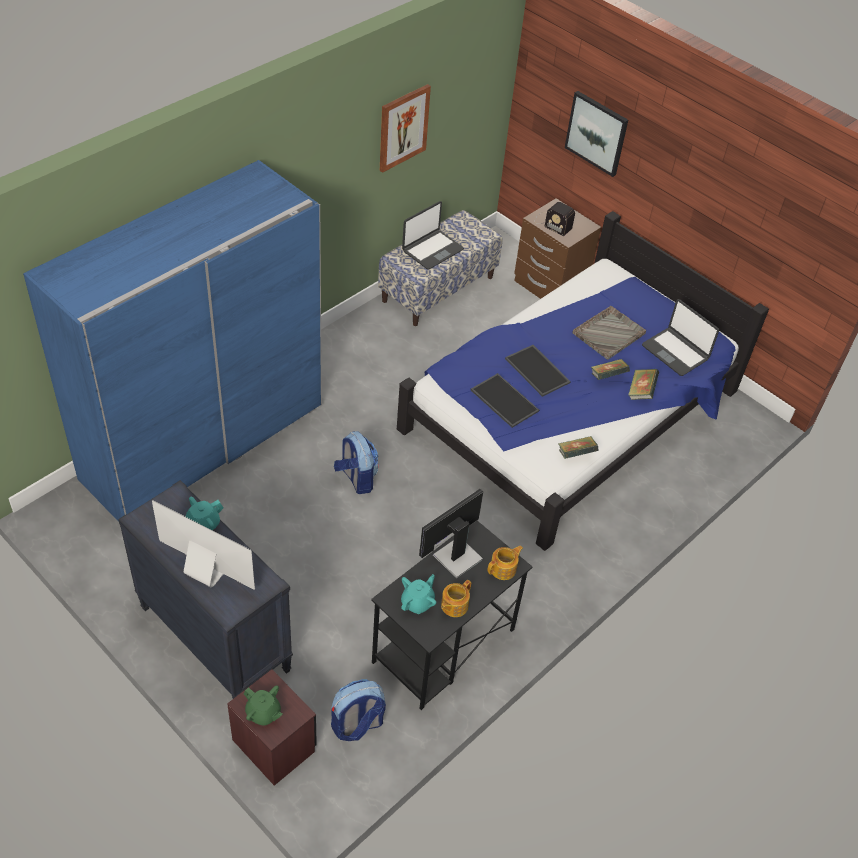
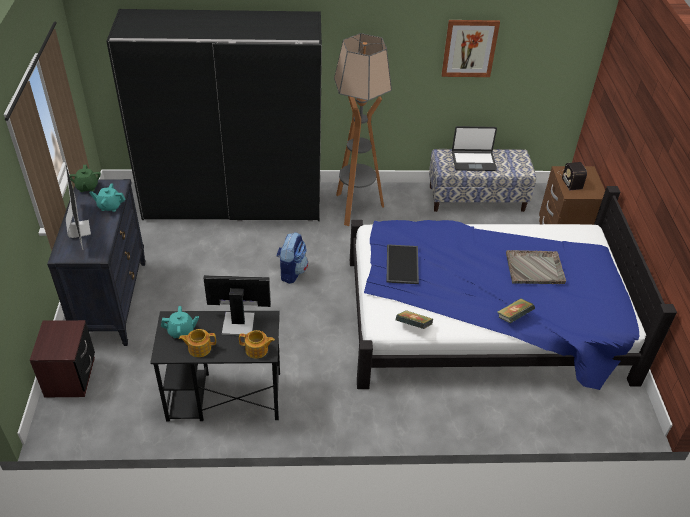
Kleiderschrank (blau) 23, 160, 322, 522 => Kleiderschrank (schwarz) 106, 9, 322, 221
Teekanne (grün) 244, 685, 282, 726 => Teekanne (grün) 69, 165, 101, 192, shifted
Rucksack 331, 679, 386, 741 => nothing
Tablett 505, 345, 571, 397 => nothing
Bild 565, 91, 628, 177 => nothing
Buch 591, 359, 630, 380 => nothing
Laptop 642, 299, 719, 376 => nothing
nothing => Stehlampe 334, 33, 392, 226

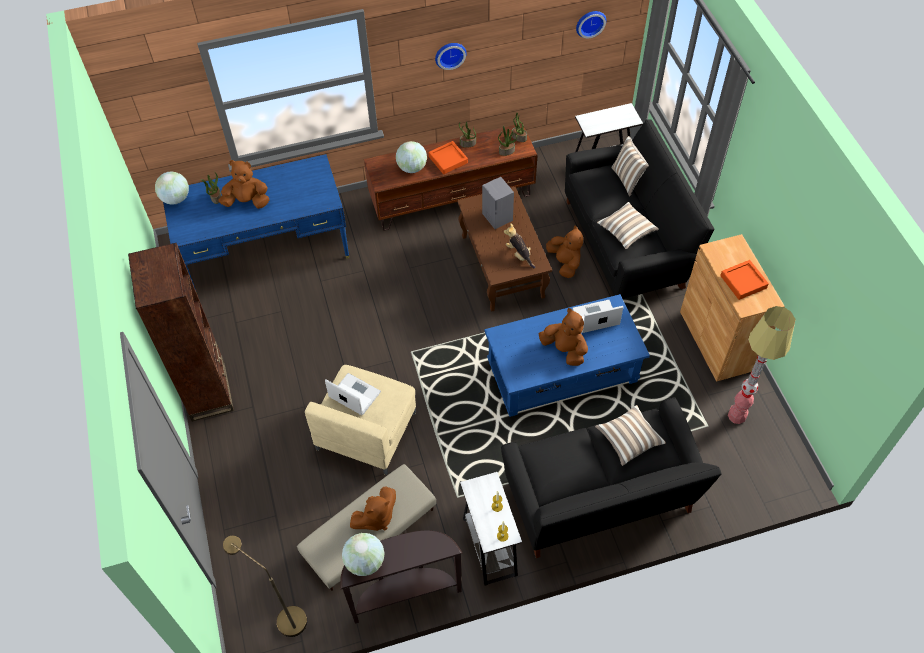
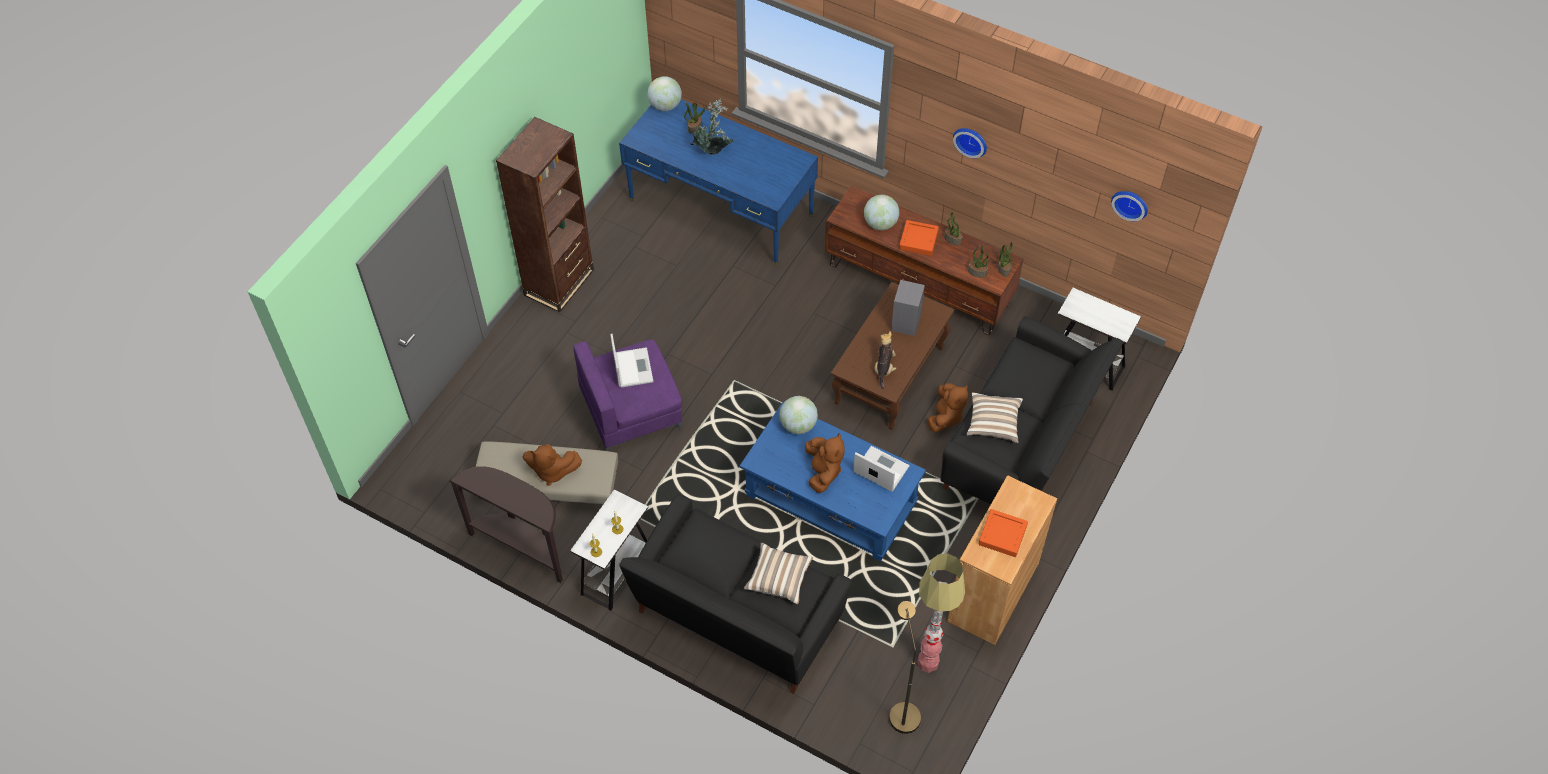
Plüschtier (braun) 218, 160, 269, 209 => Topfpflanze 691, 98, 734, 155
Stehlampe (braun) 223, 535, 307, 637 => Stehlampe (braun) 889, 601, 921, 734, shifted
Sessel (beige) 305, 365, 416, 475 => Sessel (lila) 573, 339, 682, 451
Globus 342, 533, 384, 576 => Globus 779, 396, 818, 434, shifted
Kissen 611, 136, 649, 197 => nothing

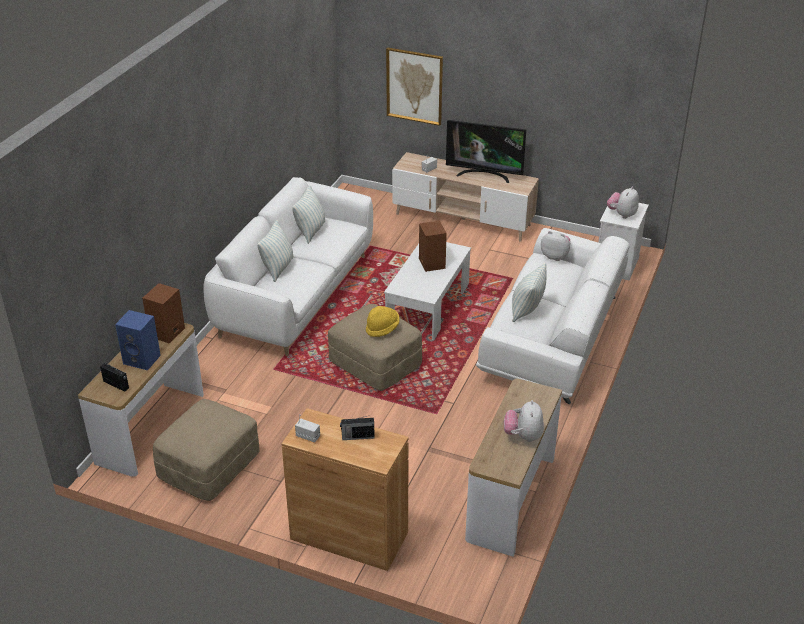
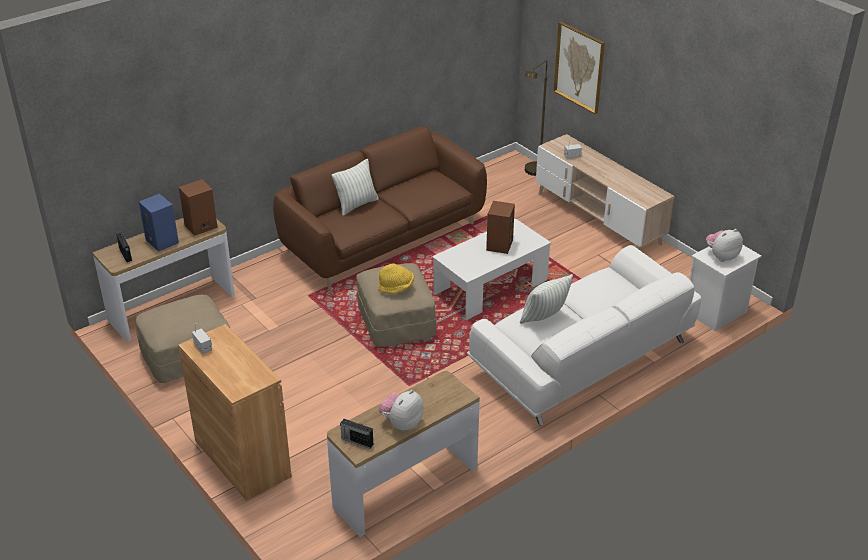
Sofa (weiß) 203, 177, 373, 356 => Sofa (braun) 273, 126, 487, 288
Kissen 292, 185, 325, 244 => nothing
Radio 340, 416, 375, 440 => Radio 340, 419, 373, 449, shifted
Fernseher 446, 120, 526, 183 => nothing
Plüschtier 541, 231, 571, 261 => nothing
nothing => Stehlampe (braun) 525, 60, 547, 176

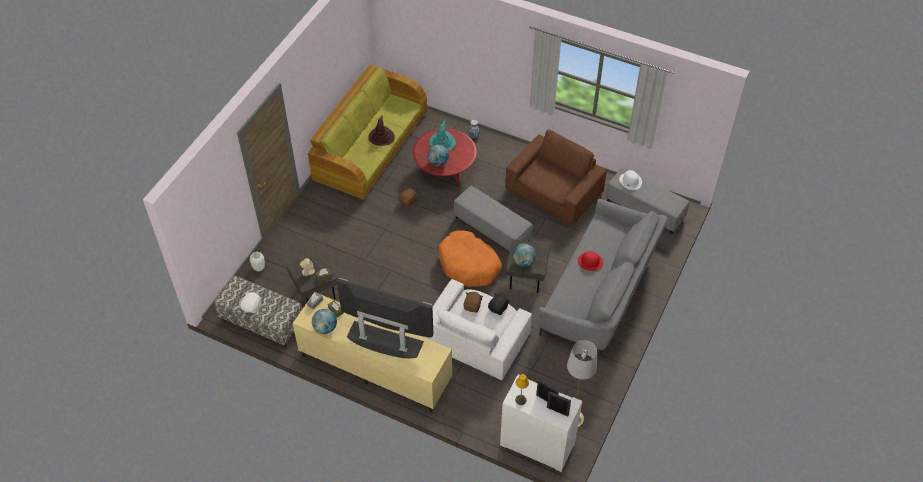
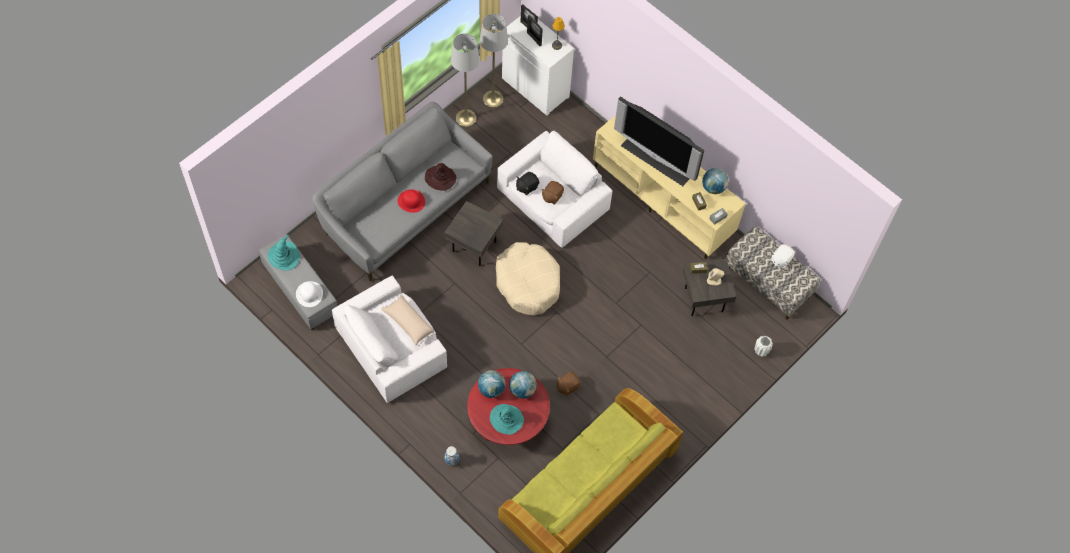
Hut (braun) 368, 116, 395, 146 => Hut (braun) 425, 163, 456, 191, shifted
Hundebett (orange) 439, 230, 502, 287 => Hundebett (beige) 496, 242, 560, 316
Polsterhocker (grau) 454, 185, 533, 251 => nothing
Sessel (braun) 505, 129, 607, 225 => Sessel (weiß) 332, 276, 447, 403
Globus 512, 243, 536, 267 => Globus 478, 370, 506, 398, shifted
nothing => Hut (türkis) 267, 234, 300, 271
nothing => Kissen (beige) 381, 294, 436, 346
nothing => Stehlampe (grau) 451, 34, 480, 127

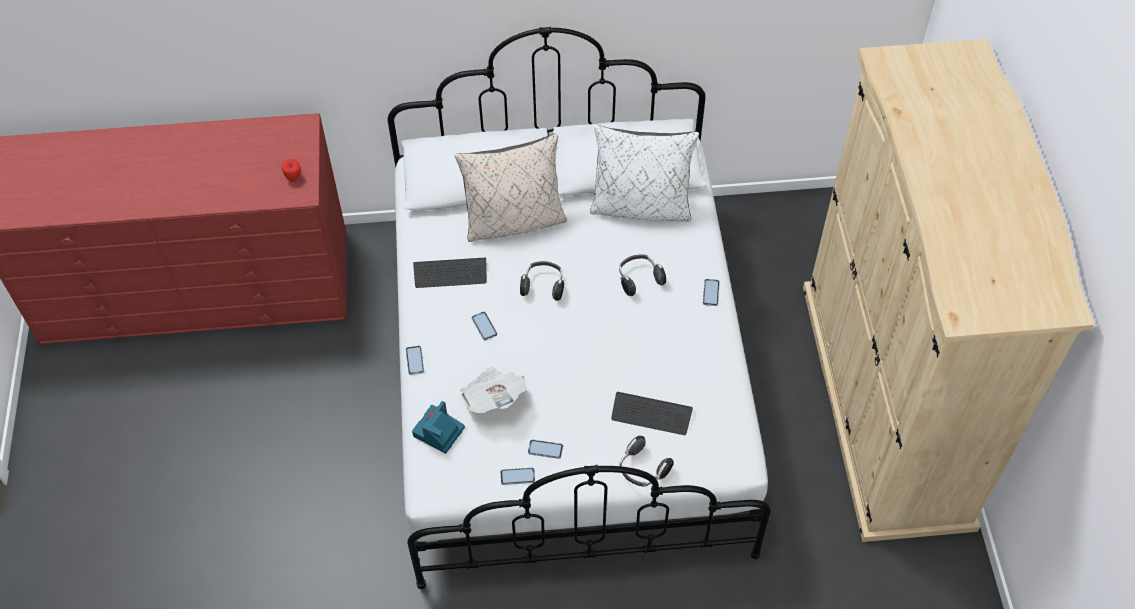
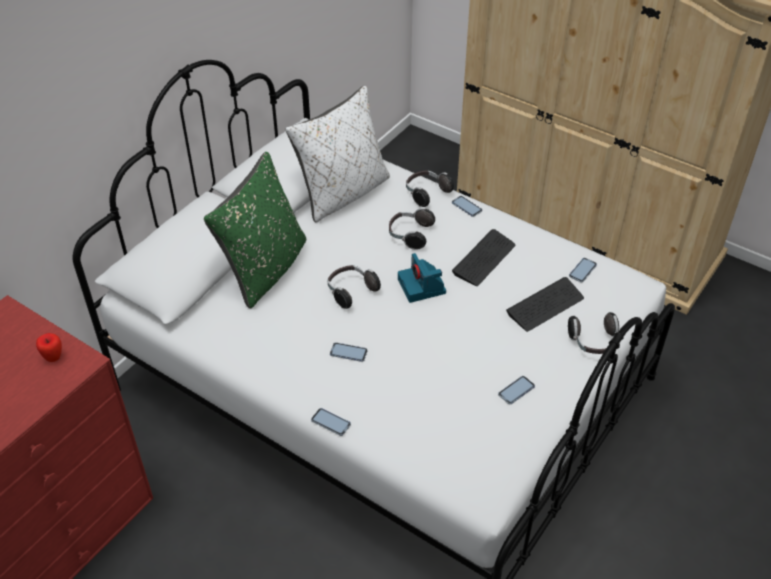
Kamera 412, 401, 465, 454 => Kamera 398, 253, 446, 303, shifted
Tastatur 413, 258, 487, 288 => Tastatur 452, 229, 515, 286, shifted
Kissen (beige) 454, 134, 567, 242 => Kissen (grün) 204, 152, 306, 308
Zeitung 460, 367, 527, 413 => nothing
Handy 500, 468, 535, 485 => Handy 569, 258, 597, 282, shifted
nothing => Kopfhörer 406, 170, 454, 207

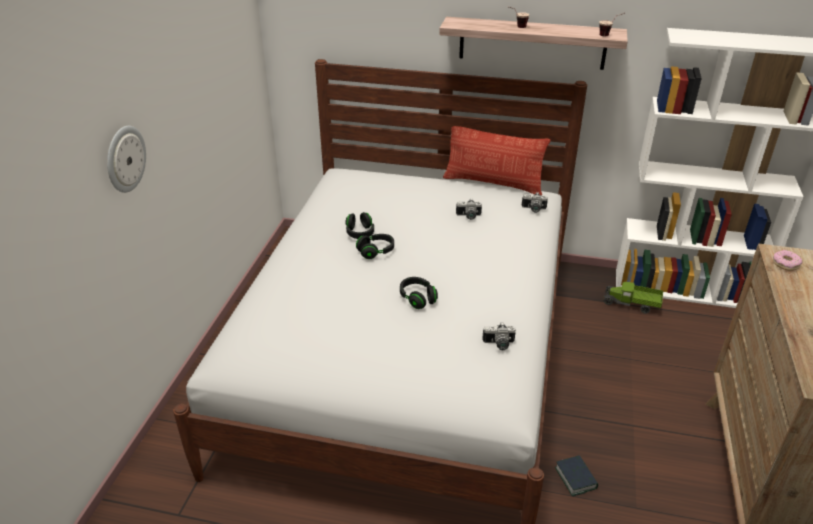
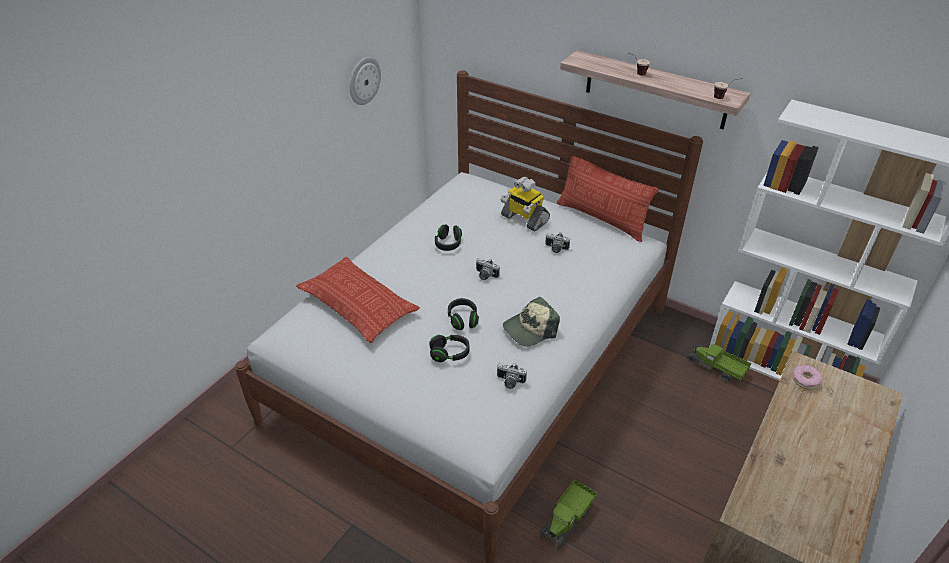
Wanduhr 107, 126, 146, 193 => Wanduhr 350, 57, 381, 105, shifted
Kopfhörer (schwarz) 356, 234, 394, 259 => Kopfhörer (schwarz) 429, 335, 469, 362, shifted
Kamera 522, 192, 548, 213 => Kamera 476, 258, 500, 280, shifted
Buch 555, 455, 598, 496 => Spielzeuglaster 539, 479, 597, 549
nothing => Kissen 296, 257, 420, 343
nothing => Spielzeugroboter 500, 177, 550, 231
nothing => Kappe 503, 297, 560, 346

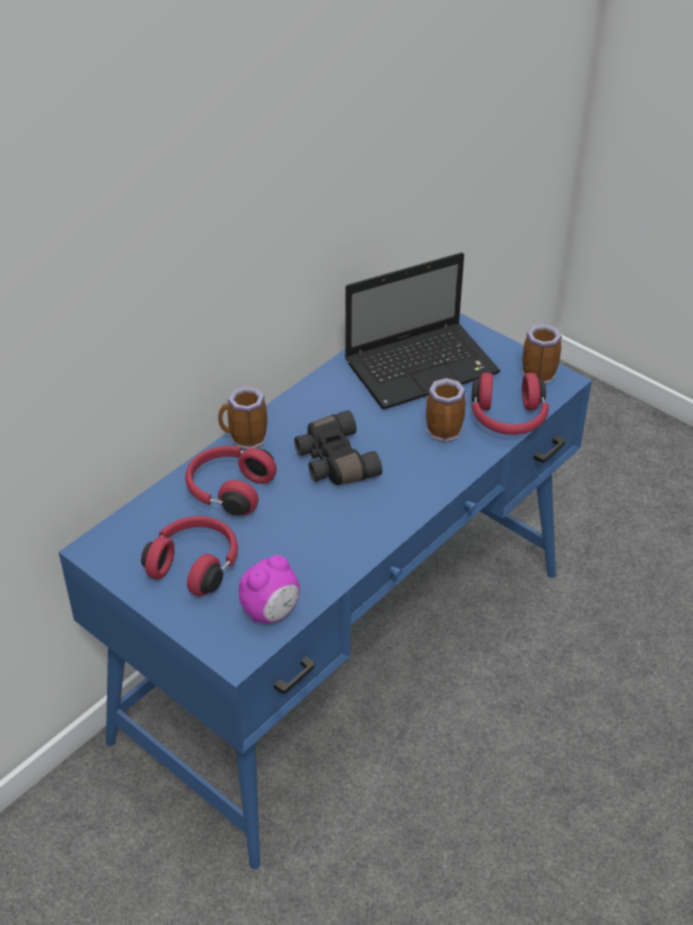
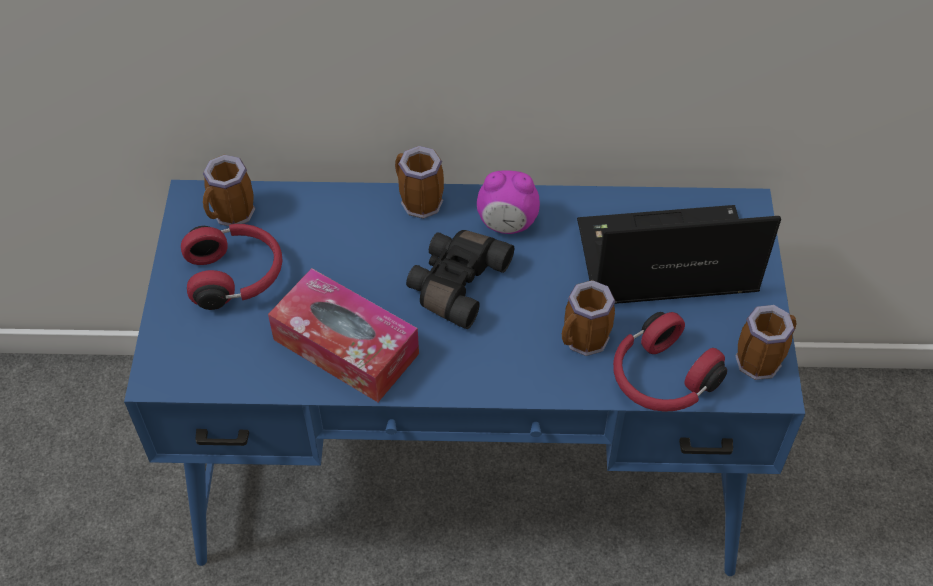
Kopfhörer (rot) 185, 446, 277, 516 => nothing
Wecker 239, 555, 300, 623 => Wecker 477, 171, 540, 234, shifted
Laptop 345, 252, 500, 409 => Laptop 577, 205, 781, 304, 150 degrees clockwise
nothing => Henkelbecher 203, 155, 255, 226
nothing => Taschentuchbox 268, 268, 419, 402

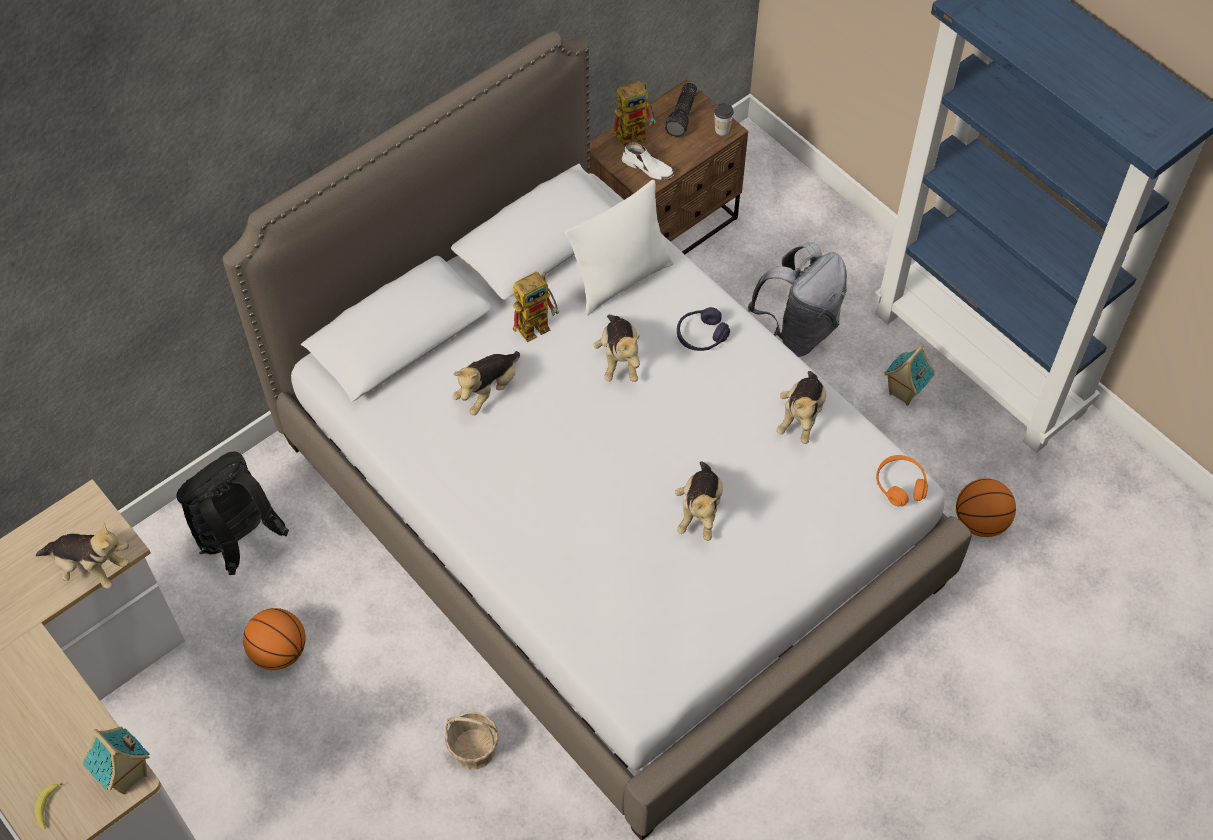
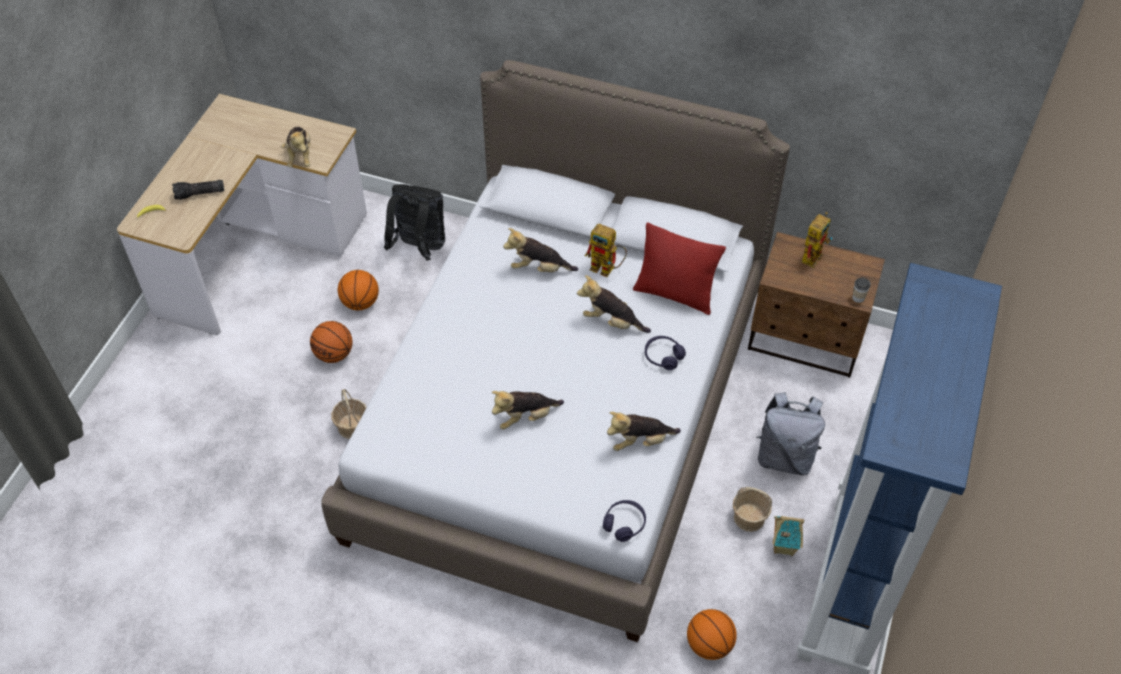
Spielzeughaus 82, 727, 150, 795 => nothing
Kissen (weiß) 565, 180, 673, 315 => Kissen (rot) 633, 222, 726, 315
Plüschtier 593, 315, 640, 382 => Plüschtier 577, 275, 651, 333, 60 degrees clockwise
Spielzeugroboter 613, 81, 656, 148 => Spielzeugroboter 802, 212, 833, 268, 90 degrees counterclockwise
Schuh (weiß) 622, 142, 674, 180 => nothing
Taschenlampe 665, 83, 697, 137 => Taschenlampe 172, 180, 224, 200, shifted
Kopfhörer (orange) 876, 455, 928, 507 => Kopfhörer (lila) 603, 500, 646, 542
nothing => Basketball 310, 321, 353, 363
nothing => Korb 733, 487, 772, 532

